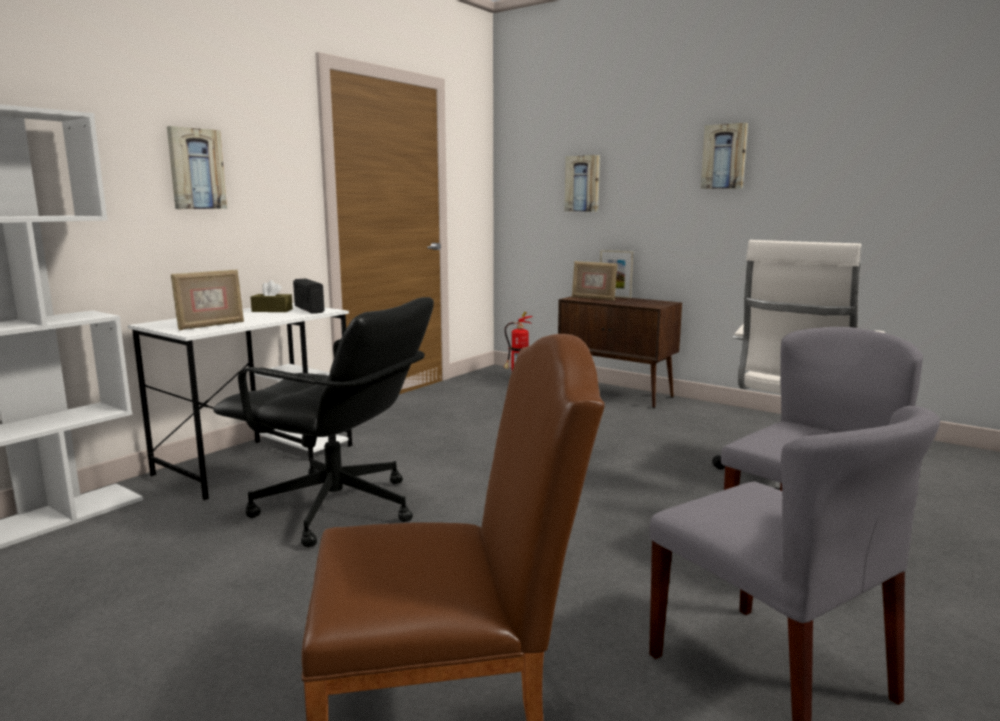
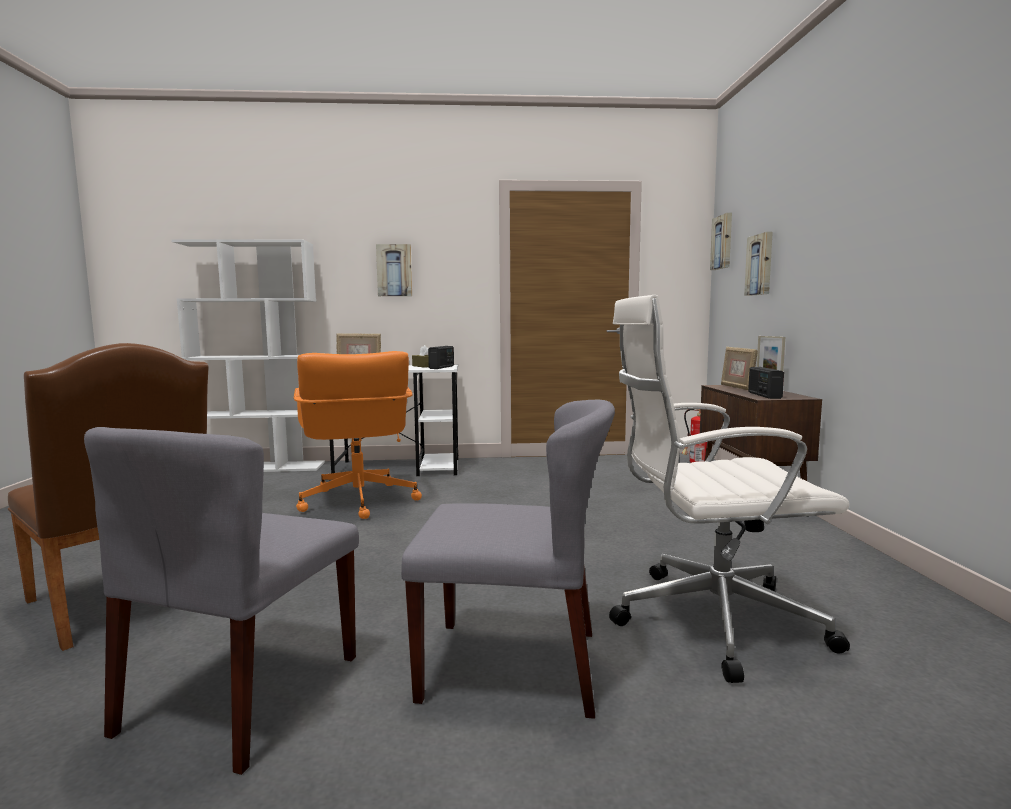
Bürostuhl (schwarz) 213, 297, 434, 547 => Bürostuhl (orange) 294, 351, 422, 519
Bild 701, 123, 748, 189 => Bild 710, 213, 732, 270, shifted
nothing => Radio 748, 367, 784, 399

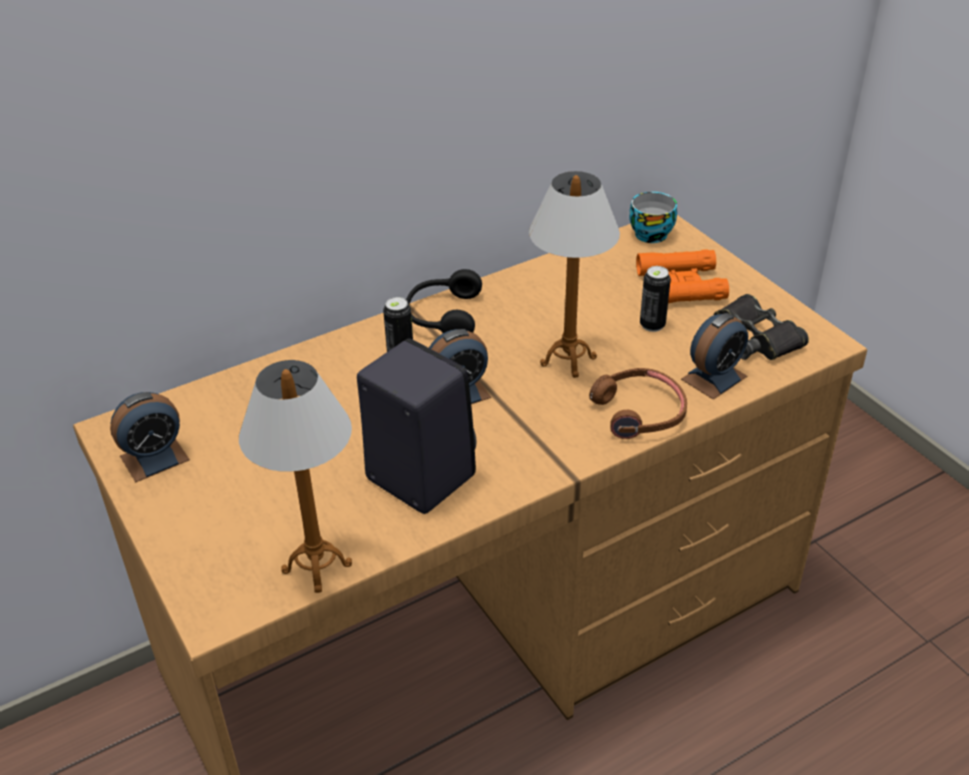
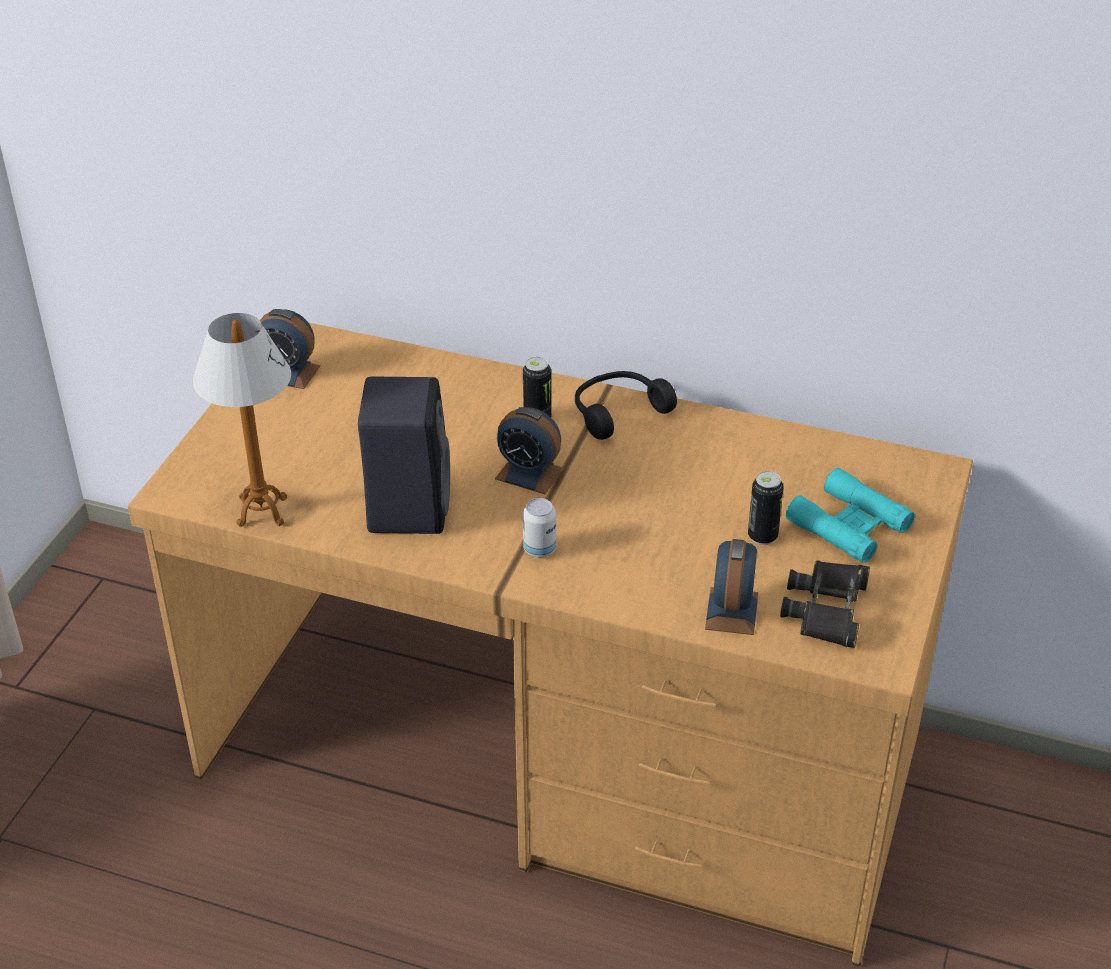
Tischlampe 529, 171, 620, 378 => nothing
Kopfhörer (braun) 589, 368, 687, 439 => nothing
Tasse 629, 192, 677, 243 => nothing
Fernglas (orange) 636, 249, 729, 303 => Fernglas (türkis) 786, 468, 915, 563
Wecker 681, 313, 748, 400 => Wecker 705, 539, 758, 635, 90 degrees counterclockwise
nothing => Dose 523, 498, 556, 557

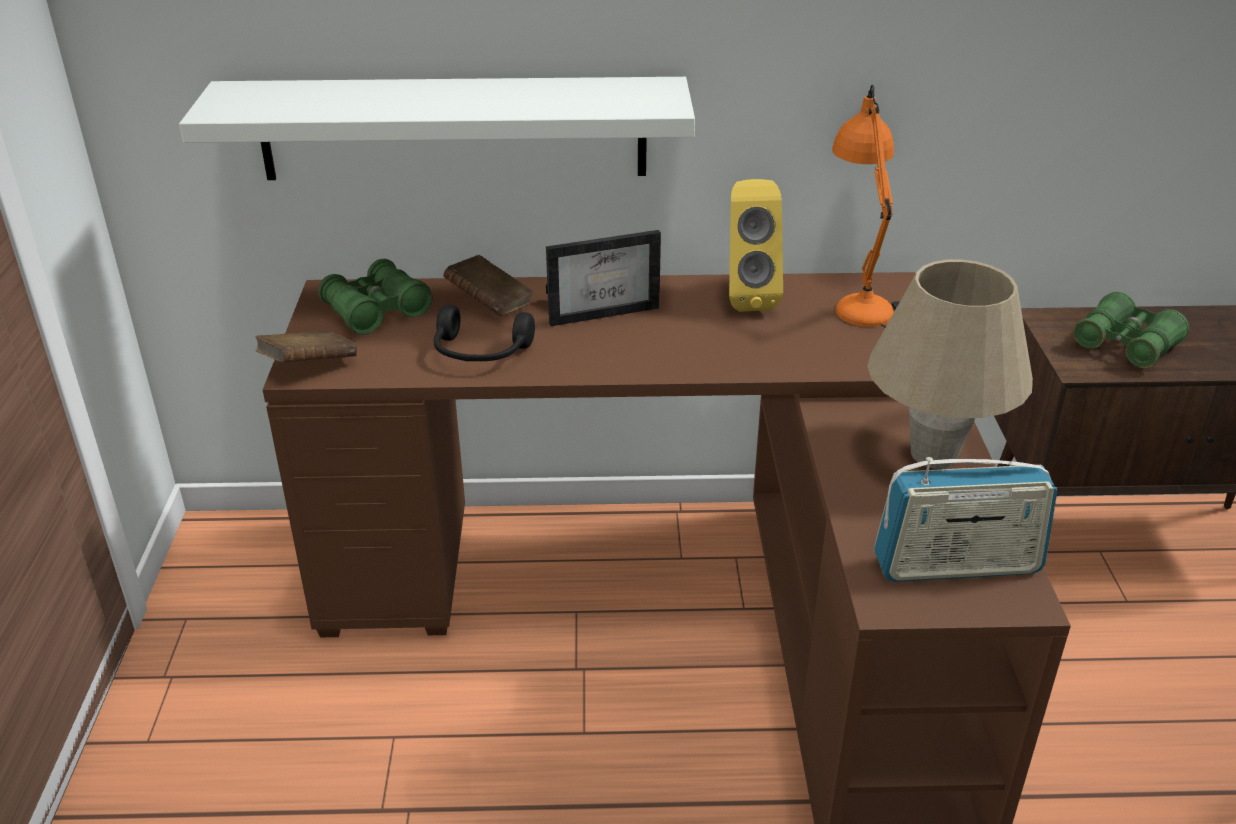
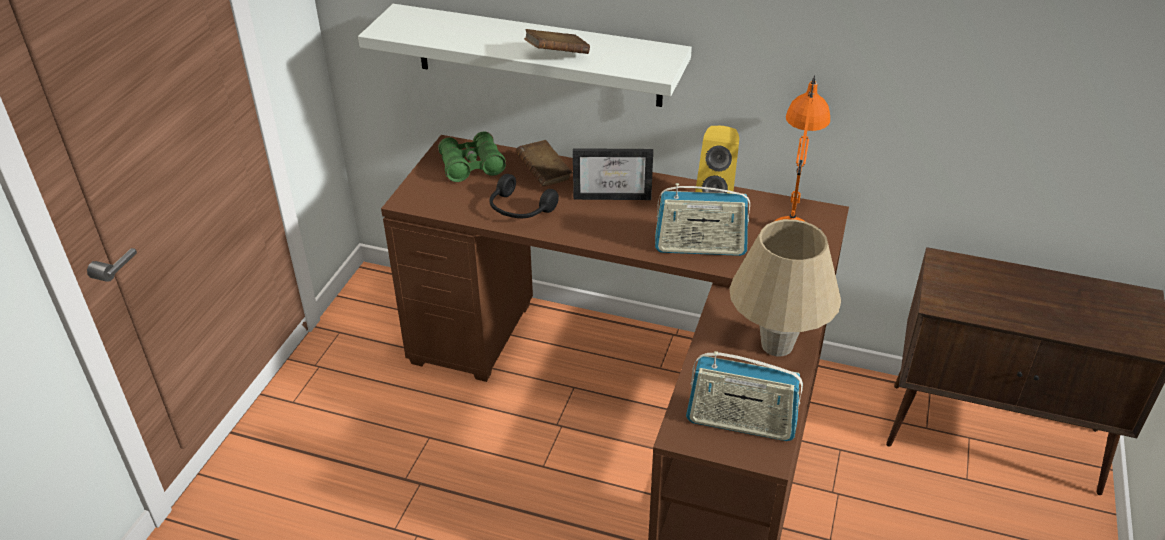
Buch (braun) 255, 330, 357, 362 => Buch (braun) 524, 29, 590, 54, shifted
Fernglas (grün) 1073, 292, 1189, 368 => nothing
nothing => Radio 655, 183, 750, 256

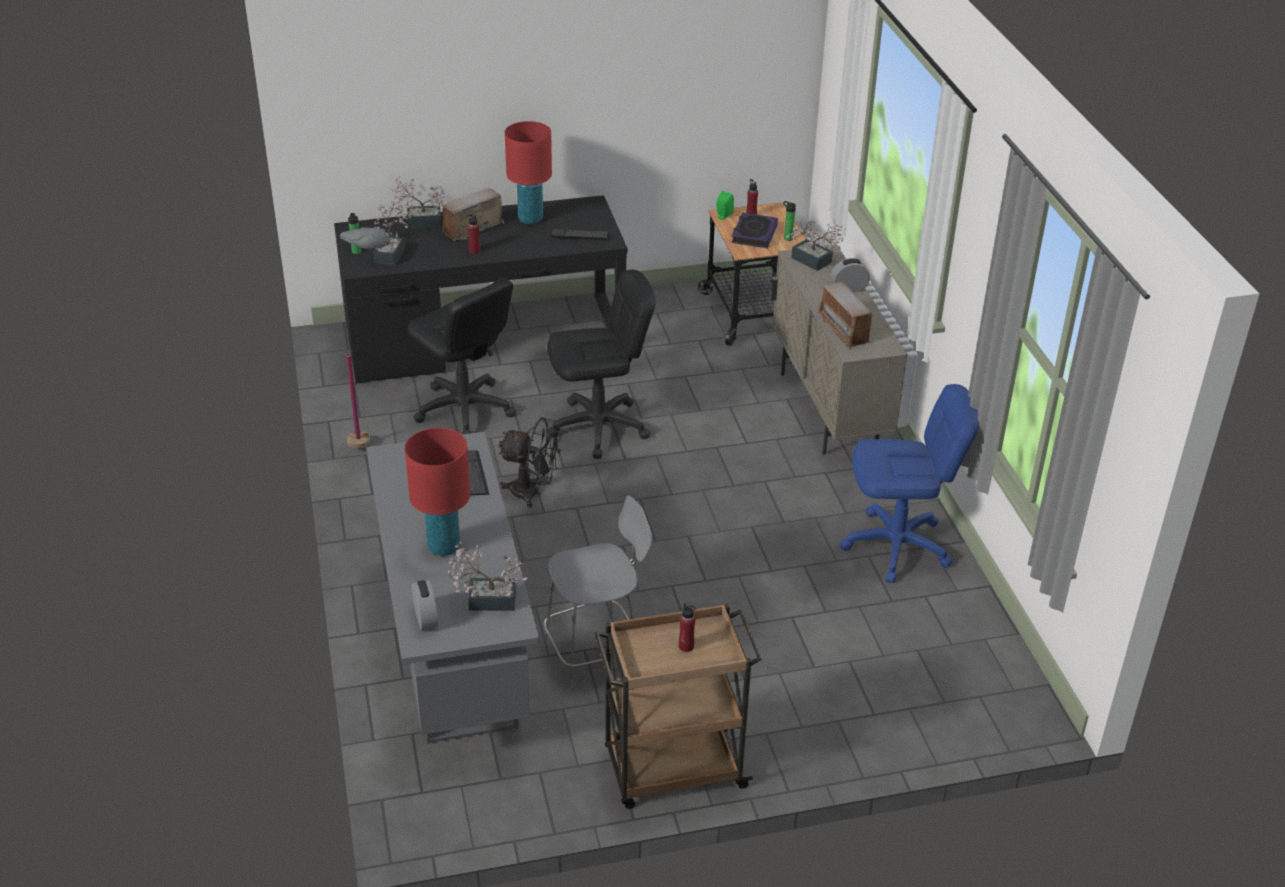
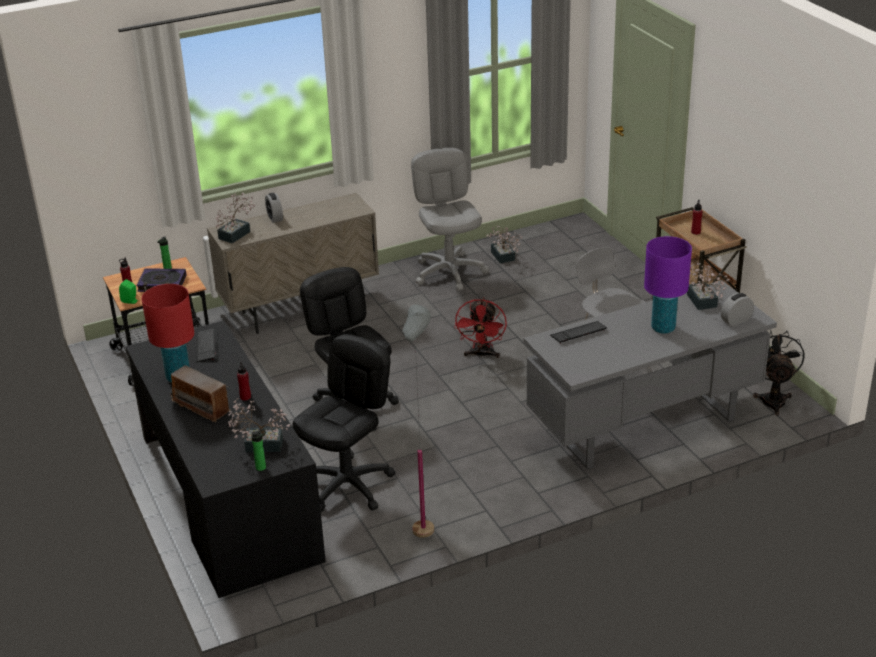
Topfpflanze 391, 177, 450, 229 => Topfpflanze 486, 226, 522, 263, shifted
Tischlampe (rot) 405, 428, 470, 556 => Tischlampe (lila) 644, 236, 692, 334
Ventilator (schwarz) 499, 417, 562, 508 => Ventilator (schwarz) 753, 331, 804, 416, shifted
Radio 818, 282, 874, 348 => nothing
Bürostuhl (blau) 840, 384, 979, 583 => Bürostuhl (grau) 411, 148, 489, 291
nothing => Ventilator (rot) 454, 297, 507, 358

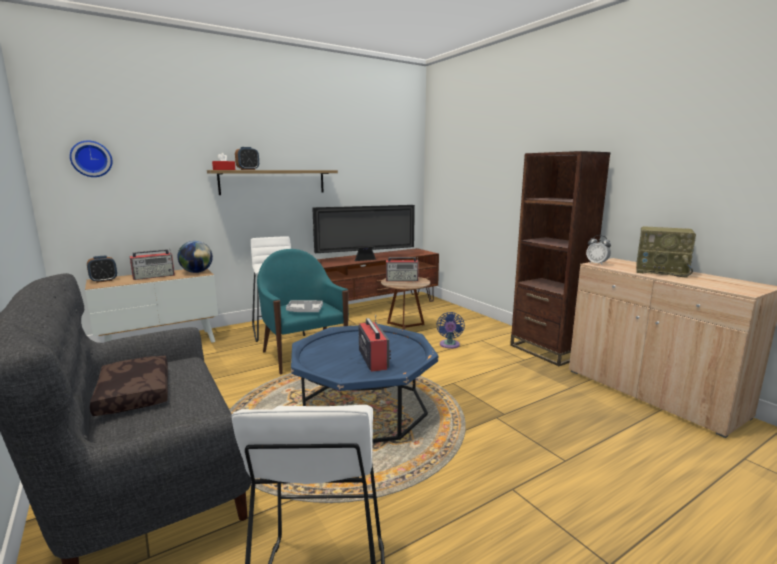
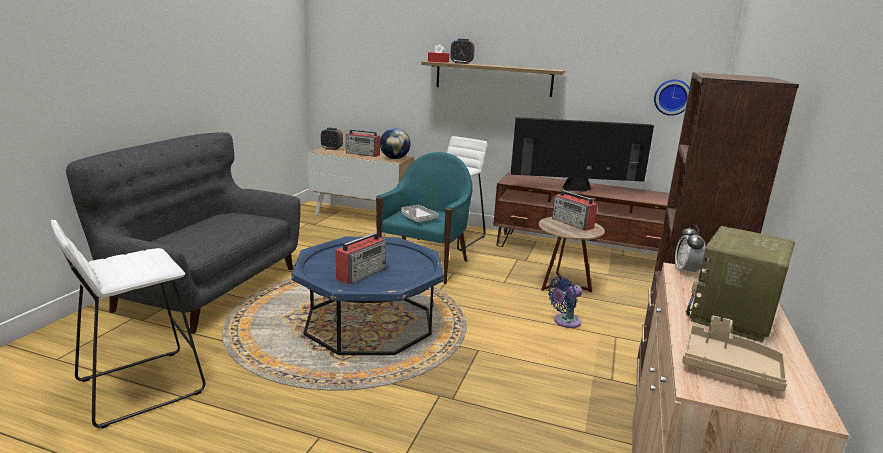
Wanduhr 70, 140, 112, 177 => Wanduhr 654, 80, 690, 116, shifted
Kissen (braun) 90, 356, 168, 416 => nothing
Fernseher 312, 205, 415, 261 => Fernseher 511, 117, 654, 192, 150 degrees clockwise
Radio 636, 226, 696, 278 => Radio 686, 226, 795, 343, 45 degrees clockwise
nothing => Tablett (beige) 682, 316, 787, 391

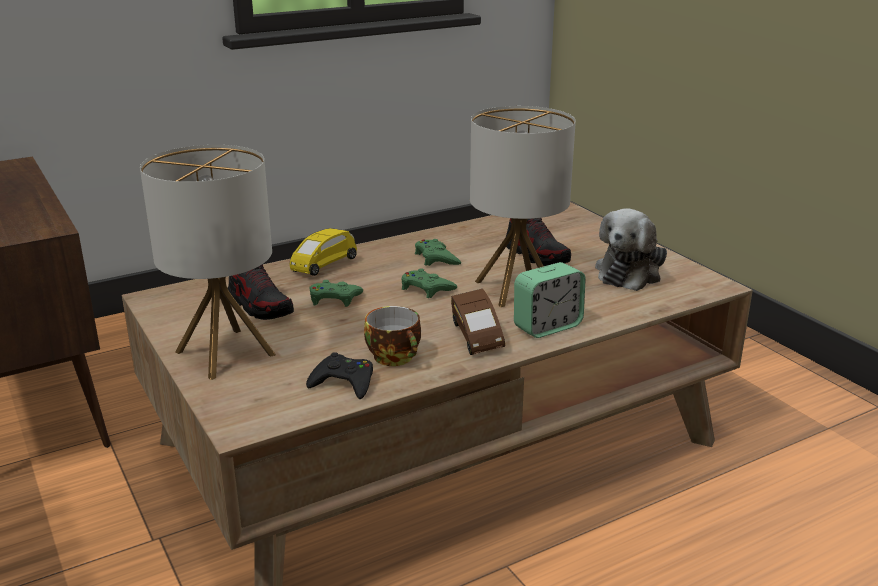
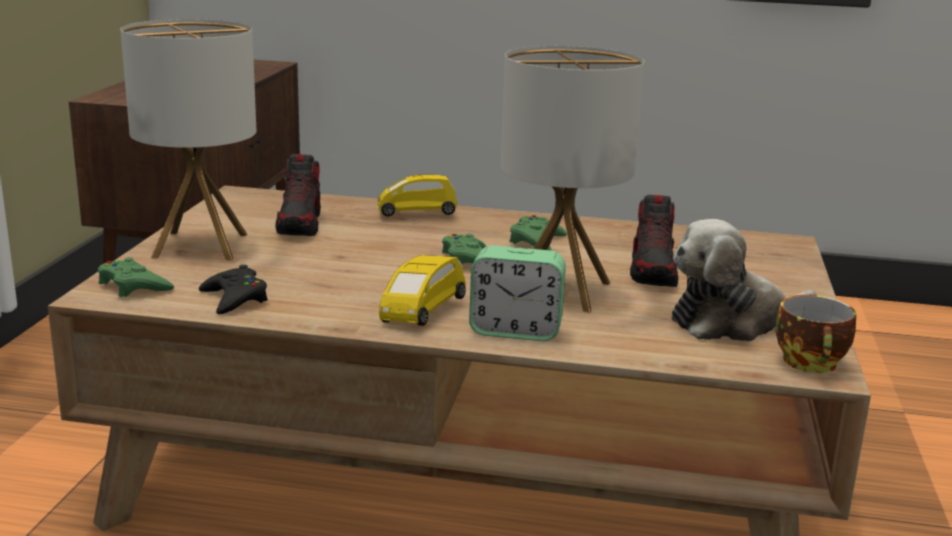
Gamepad (grün) 309, 280, 364, 307 => Gamepad (grün) 98, 258, 174, 297, shifted
Tasse 364, 306, 421, 366 => Tasse 776, 295, 856, 373, shifted
Spielzeugauto (braun) 451, 289, 505, 355 => Spielzeugauto (gelb) 379, 255, 466, 326

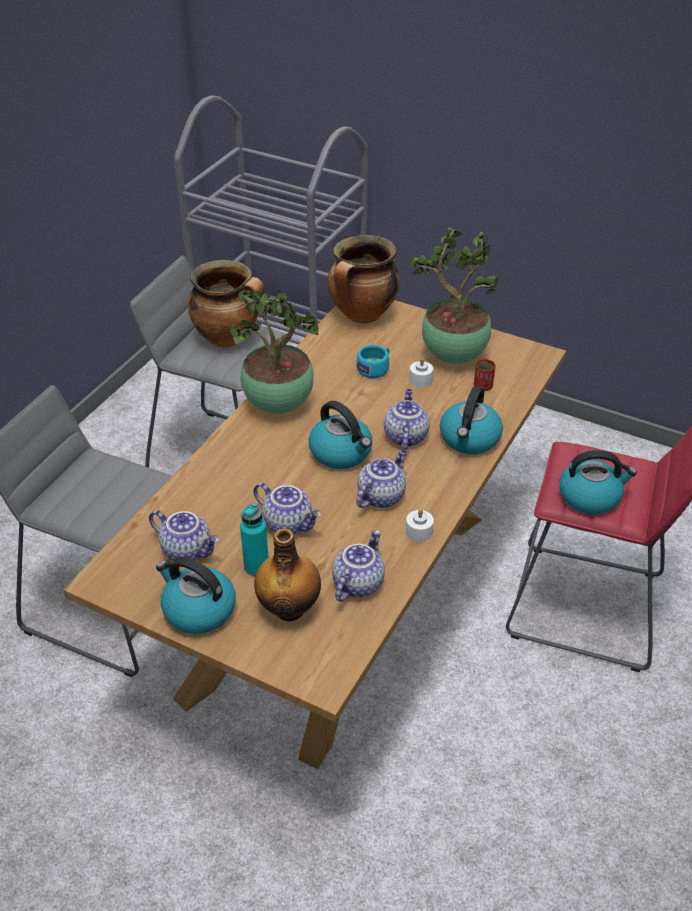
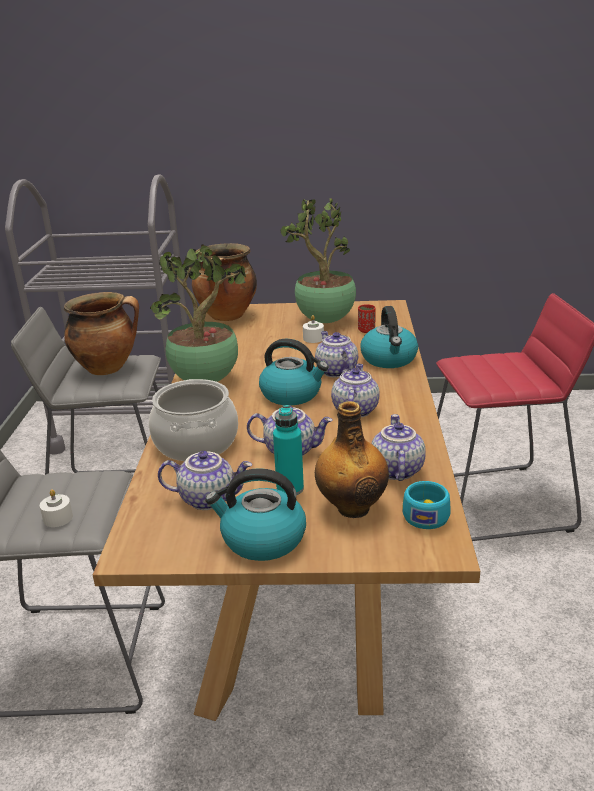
Tasse (türkis) 356, 345, 389, 378 => Tasse (türkis) 402, 481, 451, 529, shifted
Kerze (weiß) 406, 509, 434, 542 => Kerze (weiß) 40, 489, 73, 527, shifted
Wasserkessel 559, 450, 637, 515 => nothing
nothing => Kochtopf 149, 379, 238, 461

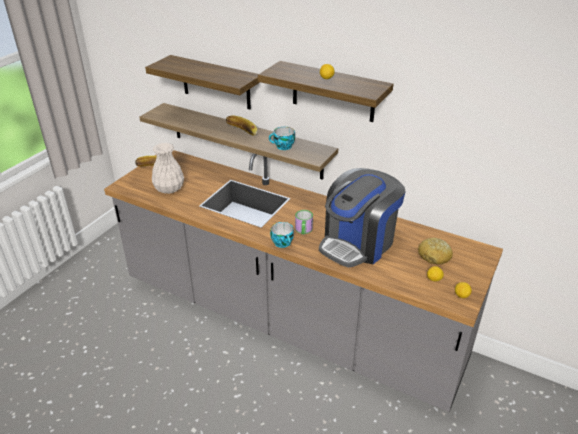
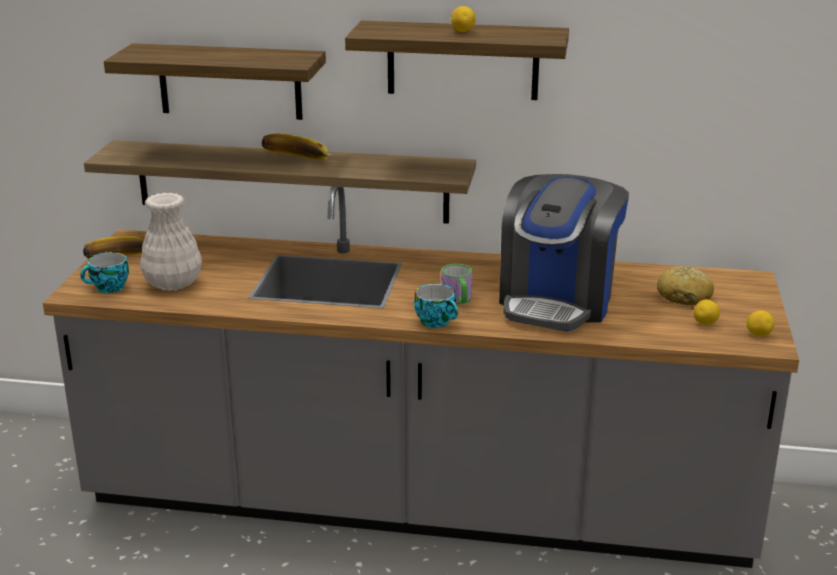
Tasse 269, 127, 295, 150 => Tasse 80, 252, 129, 293, shifted

